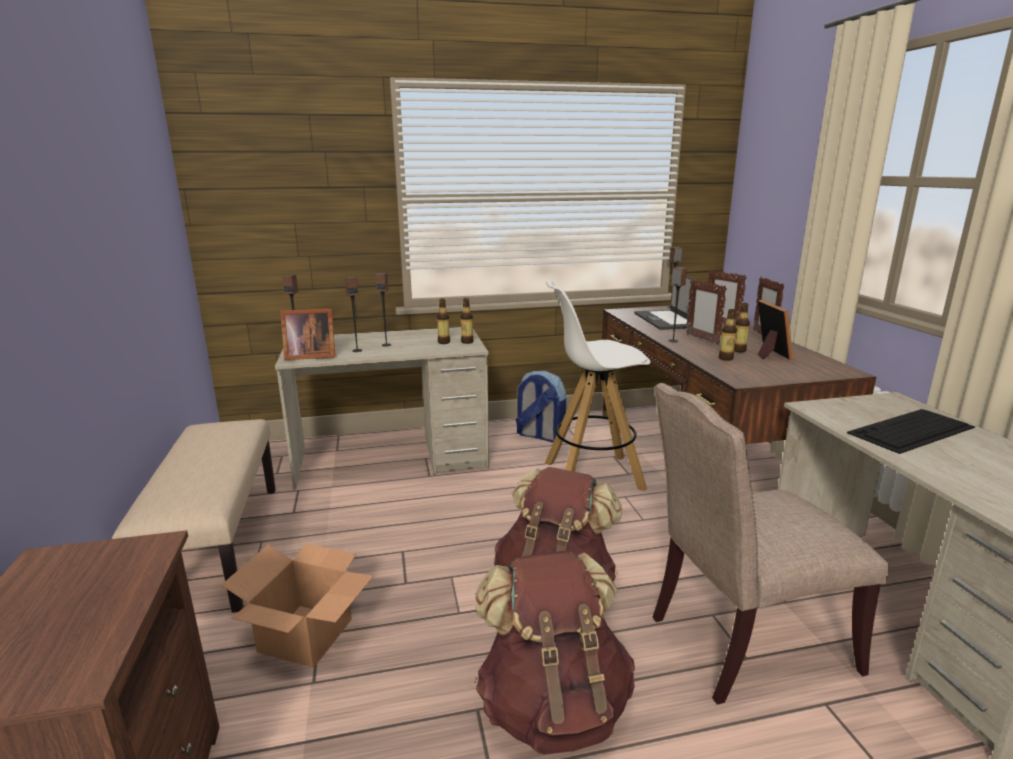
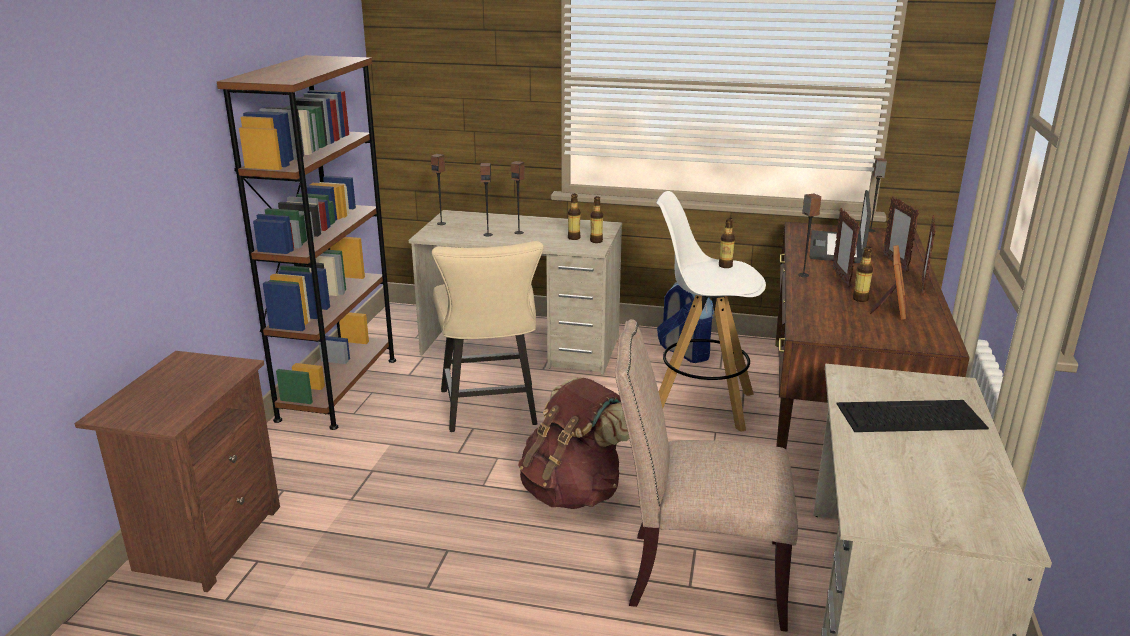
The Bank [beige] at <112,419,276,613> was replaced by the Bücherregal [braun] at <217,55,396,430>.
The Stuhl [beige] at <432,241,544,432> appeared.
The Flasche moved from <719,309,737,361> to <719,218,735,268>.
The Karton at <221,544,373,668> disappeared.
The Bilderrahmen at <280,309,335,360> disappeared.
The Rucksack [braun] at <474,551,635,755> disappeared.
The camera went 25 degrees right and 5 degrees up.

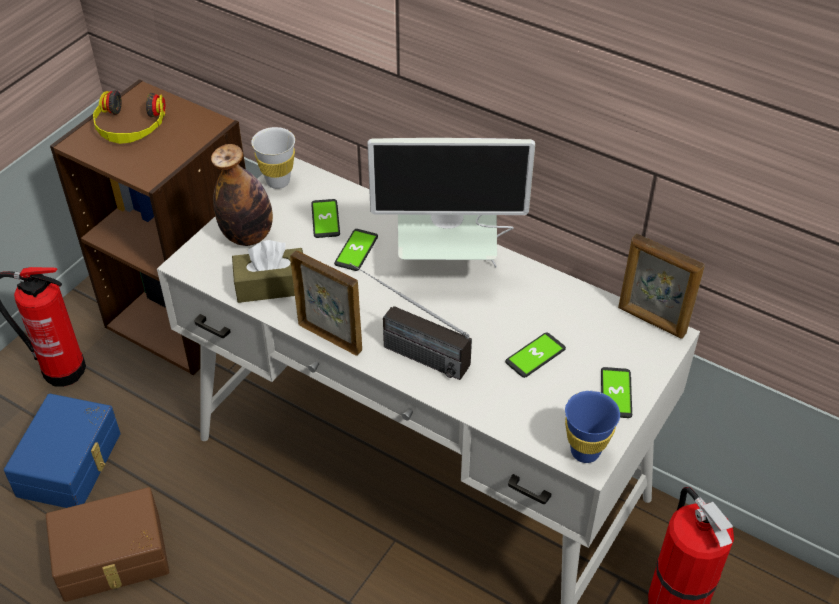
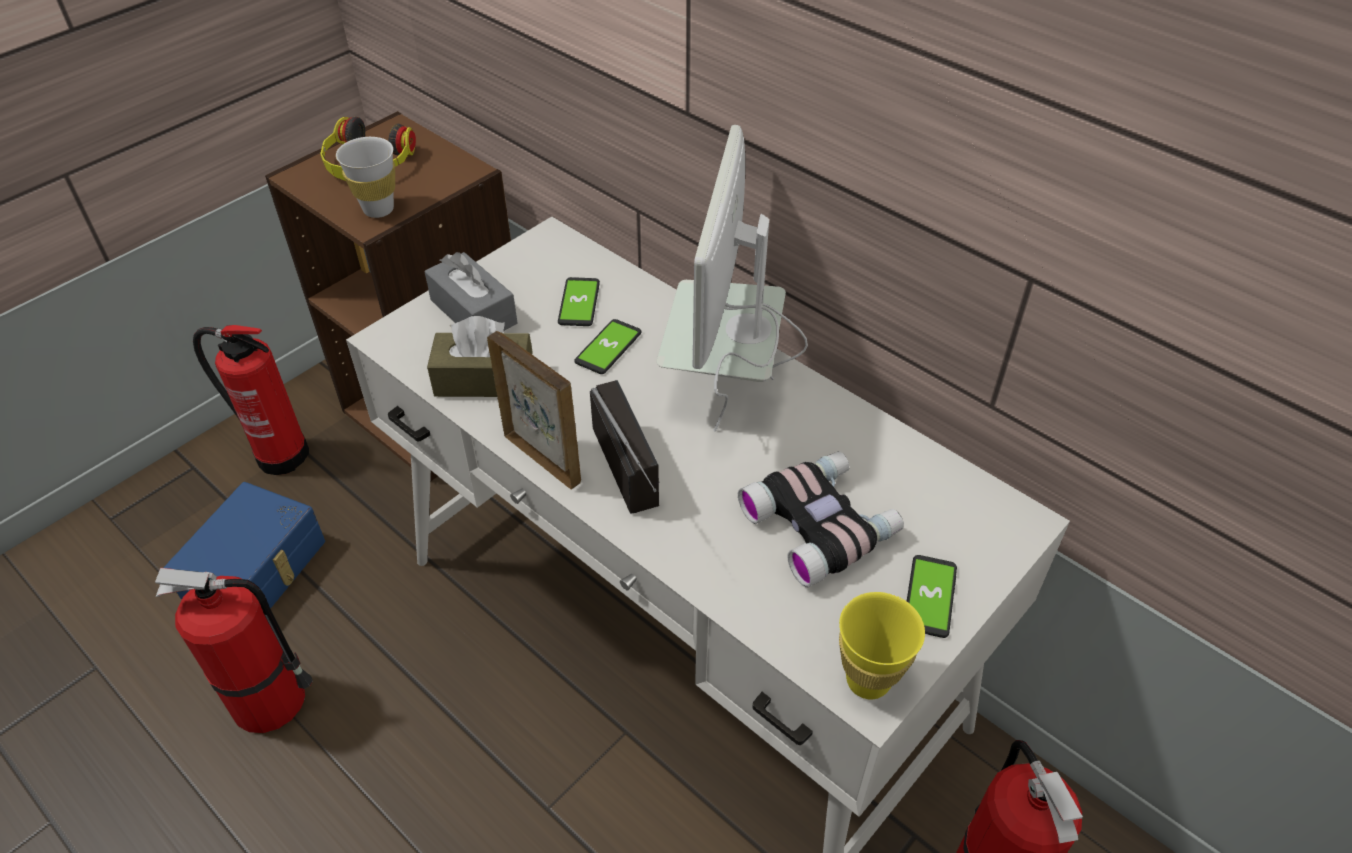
The Aufbewahrungsbox [braun] at <46,487,169,602> was replaced by the Feuerlöscher at <155,568,313,733>.
The Tasse [weiß] moved from <251,127,295,189> to <336,137,395,218>.
The Flasche at <211,144,273,246> was replaced by the Taschentuchbox [grau] at <424,252,517,331>.
The Radio at <350,263,472,380> turned 150 degrees counterclockwise.
The Monitor at <367,138,535,268> turned 90 degrees clockwise.
The Handy at <505,332,566,378> was replaced by the Fernglas at <738,451,904,587>.
The Tasse [blau] at <565,391,620,463> became the Tasse [gelb] at <839,592,925,699>.
The Bilderrahmen at <618,233,705,339> disappeared.
The camera went 10 degrees right and 0 degrees up.

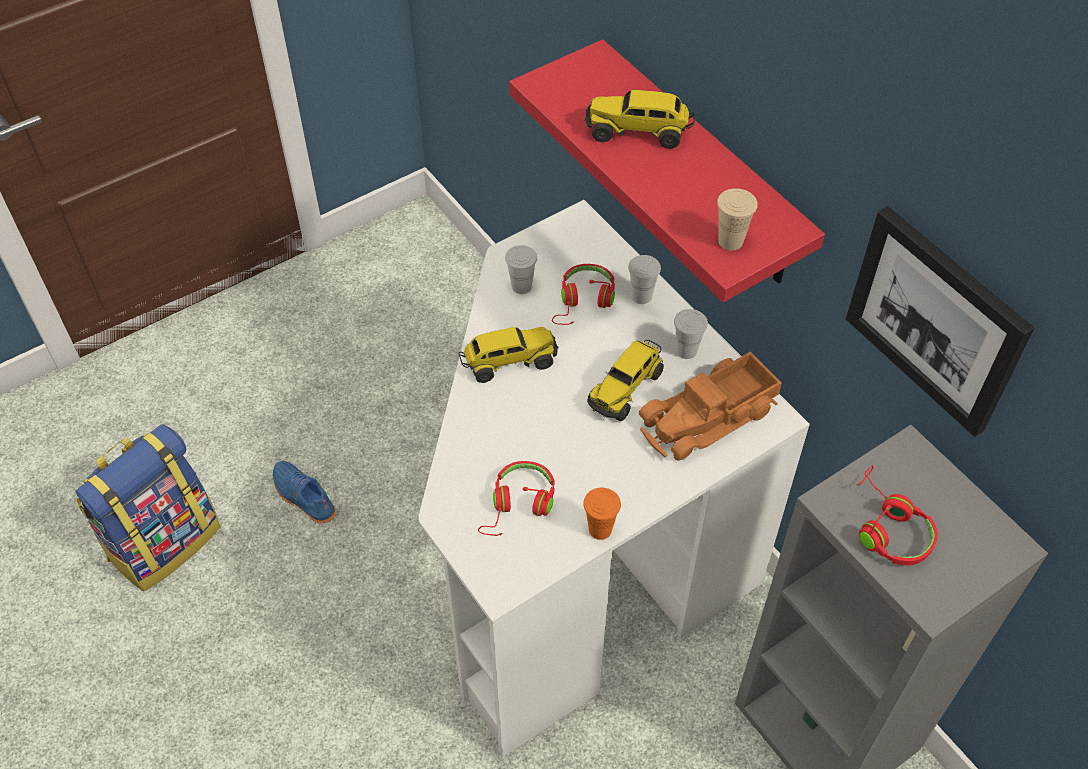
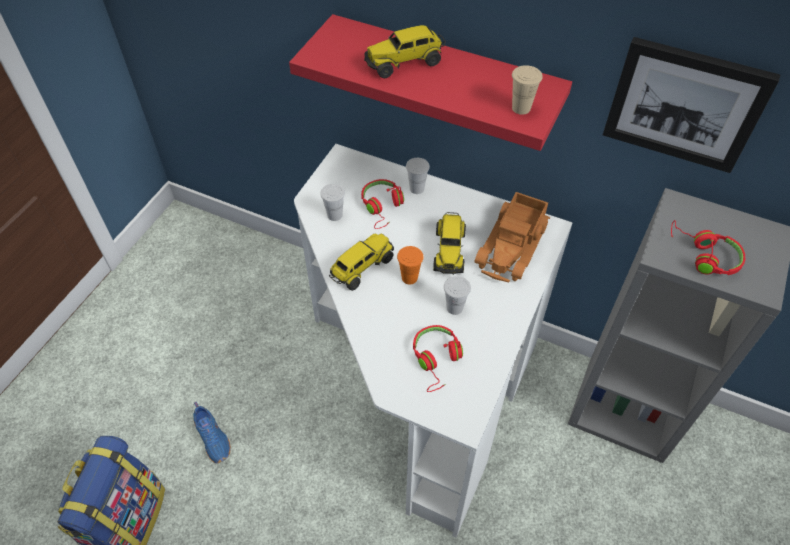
The Schuh [blau] at <273,461,336,523> turned 135 degrees counterclockwise.
The Tasse [orange] moved from <583,488,621,540> to <397,246,424,284>.
The Tasse [weiß] moved from <674,309,708,359> to <444,276,471,315>.
The camera went 30 degrees left and 0 degrees up.

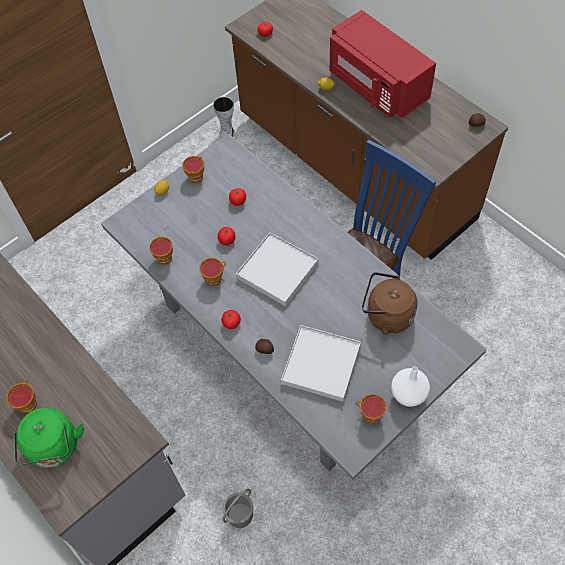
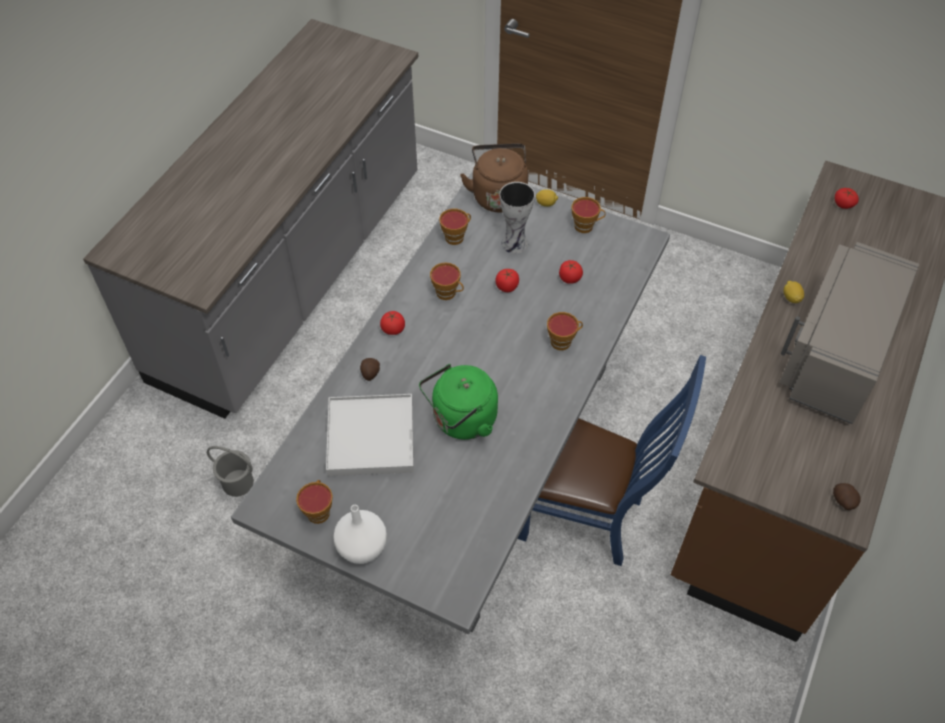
The Wasserkessel [grün] moved from <14,408,84,468> to <419,364,498,440>.
The Wasserkessel [braun] moved from <362,272,417,335> to <460,143,528,213>.
The Vase moved from <213,97,235,137> to <499,182,535,254>.
The Tasse moved from <6,381,37,413> to <547,312,583,350>.
The Mikrowelle [rot] at <330,10,436,119> became the Mikrowelle [grau] at <780,242,919,424>.
The Tablett [weiß] at <236,232,318,306> disappeared.
The camera went 65 degrees right and 5 degrees down.

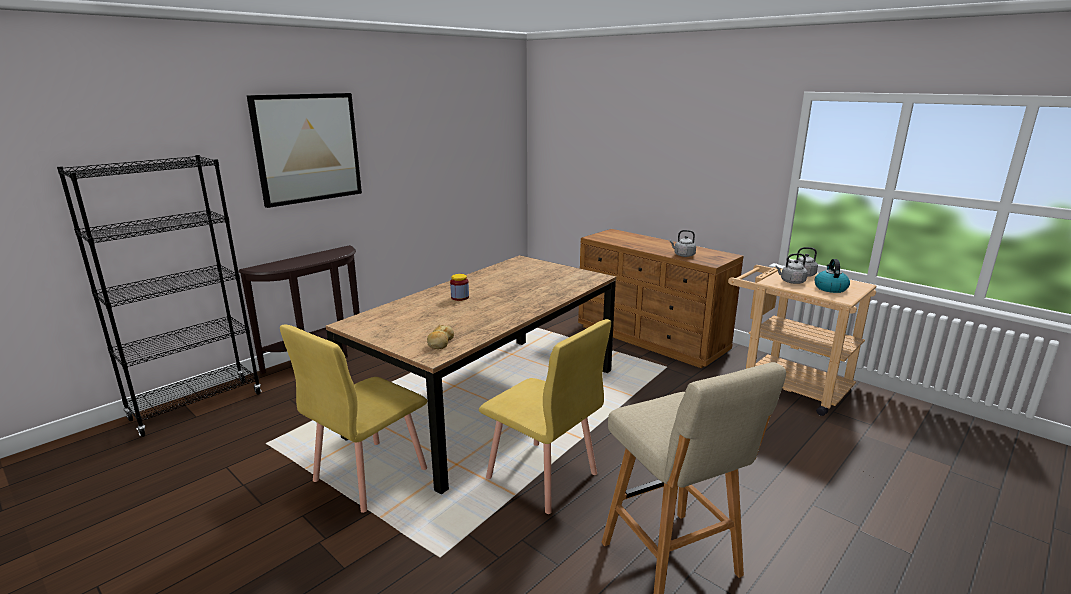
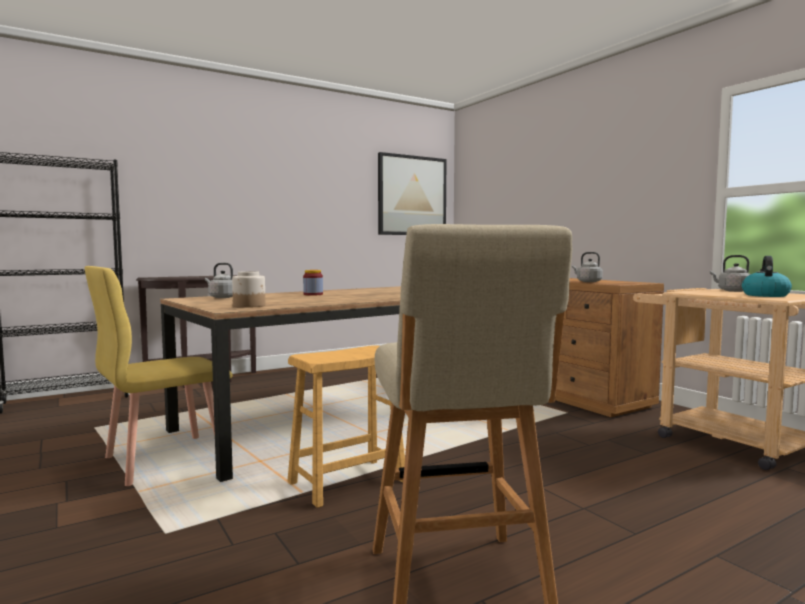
The Wasserkessel [grau] moved from <775,253,808,284> to <205,263,233,298>.
The Brot at <427,325,454,349> was replaced by the Vorratsglas at <232,271,266,308>.
The Stuhl [gelb] at <479,319,611,514> was replaced by the Hocker [braun] at <287,345,405,508>.
The Bild moved from <247,93,362,208> to <378,152,446,235>.
The camera went 15 degrees right and 15 degrees down.

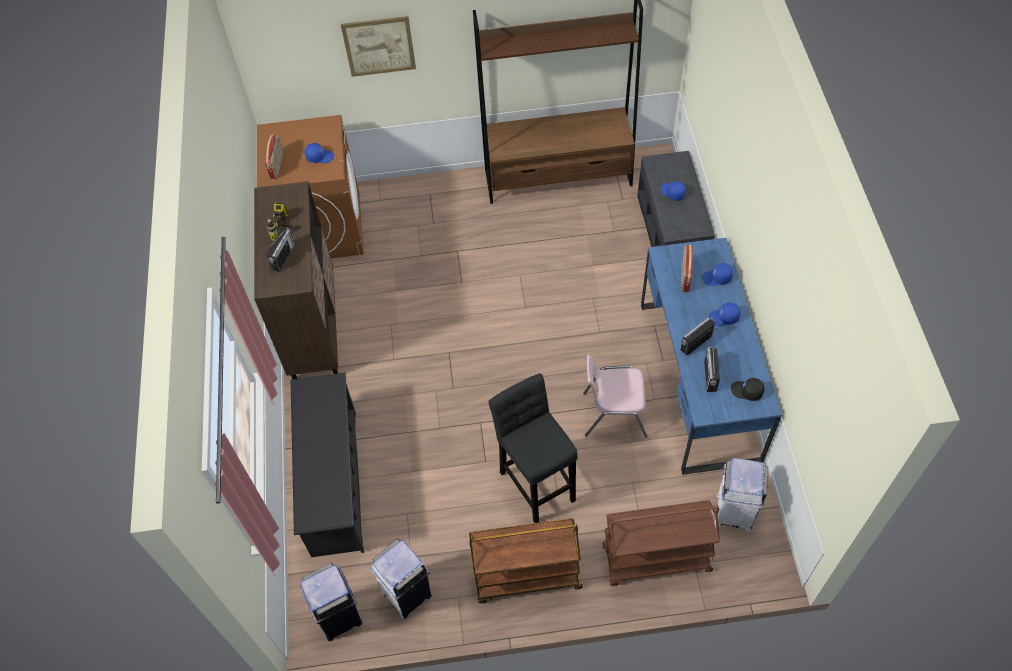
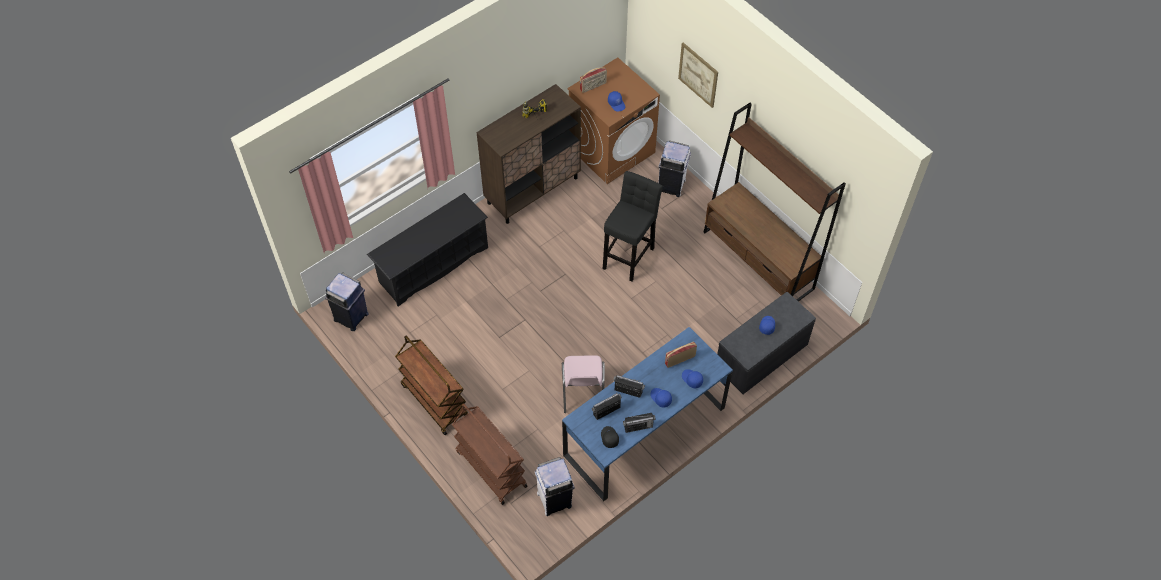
The Stuhl [rosa] at <583,355,648,438> turned 150 degrees counterclockwise.
The Hocker [schwarz] moved from <489,373,577,523> to <603,171,663,282>.
The Radio moved from <266,228,295,272> to <623,413,656,433>.
The Mülleimer [weiß] moved from <371,539,432,619> to <658,141,691,197>.
The camera went 55 degrees right and 0 degrees up.

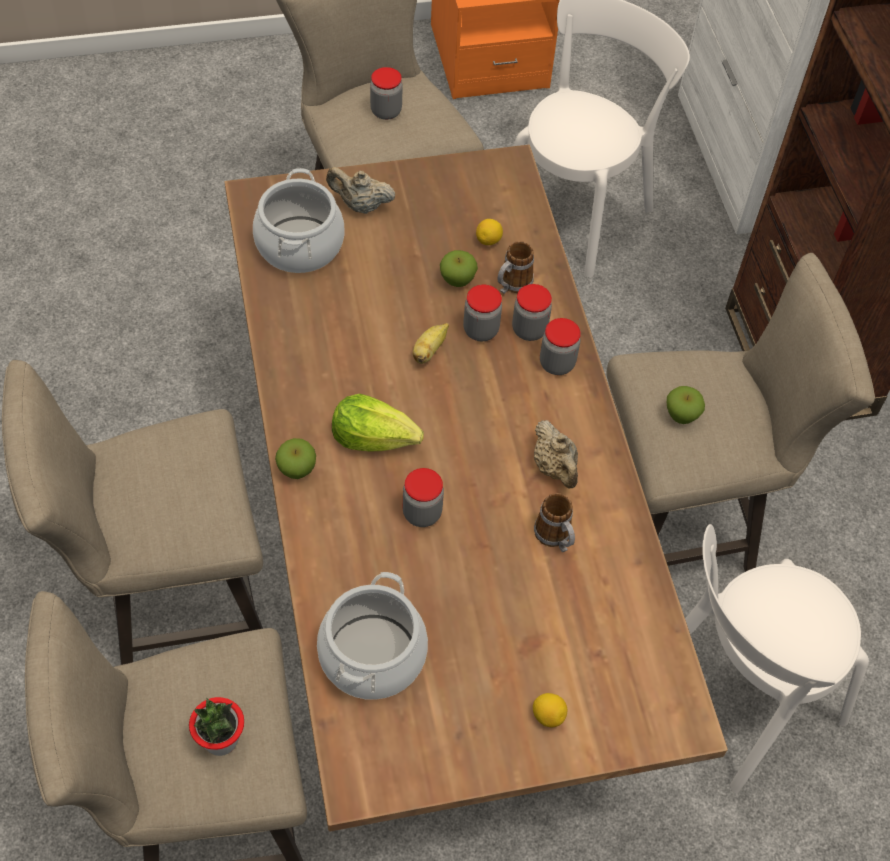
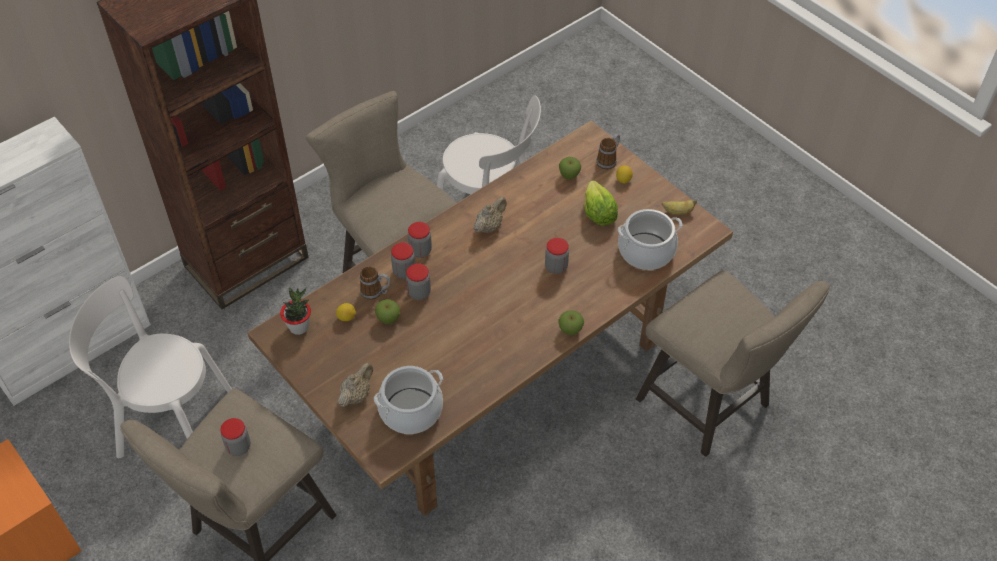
The Topfpflanze moved from <189,697,244,756> to <280,287,311,335>.
The Teekanne [beige] at <326,167,395,214> turned 135 degrees counterclockwise.
The Apfel moved from <667,386,705,424> to <559,157,581,179>.
The Salatkopf moved from <332,394,424,452> to <584,180,618,226>.
The Henkelbecher moved from <534,493,575,552> to <596,134,620,170>.
The Banane moved from <413,323,449,364> to <662,200,697,215>.
The Hocker [beige] at <2,360,263,665> disappeared.
The camera went 115 degrees left and 5 degrees down.

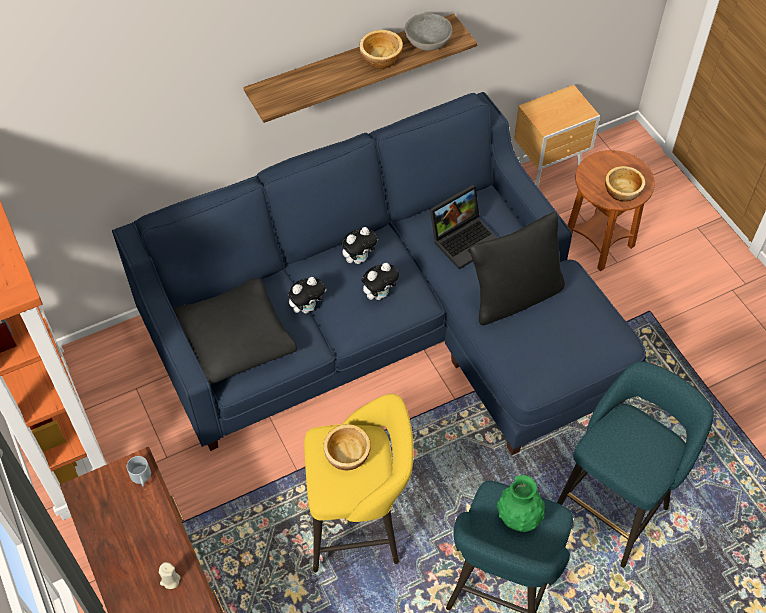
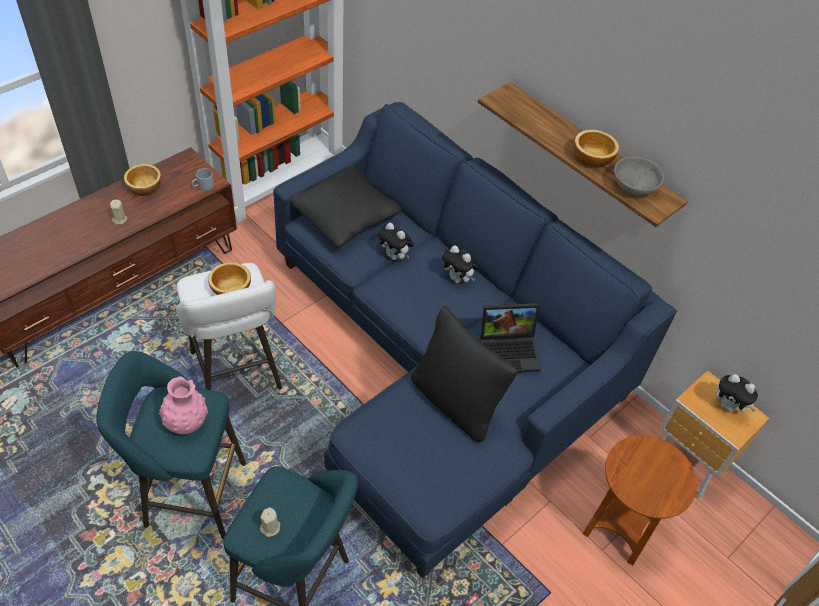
The Schüssel moved from <605,166,645,202> to <124,164,161,196>.
The Vase [grün] at <497,474,545,532> became the Vase [rosa] at <159,376,208,434>.
The Hocker [gelb] at <304,394,413,572> became the Hocker [weiß] at <176,263,282,390>.
The Kerze [beige] at <260,507,280,537> appeared.
The Laptop at <430,185,498,269> turned 45 degrees counterclockwise.
The Plüschtier moved from <361,263,399,300> to <715,374,758,412>.
The camera went 70 degrees right and 5 degrees down.

